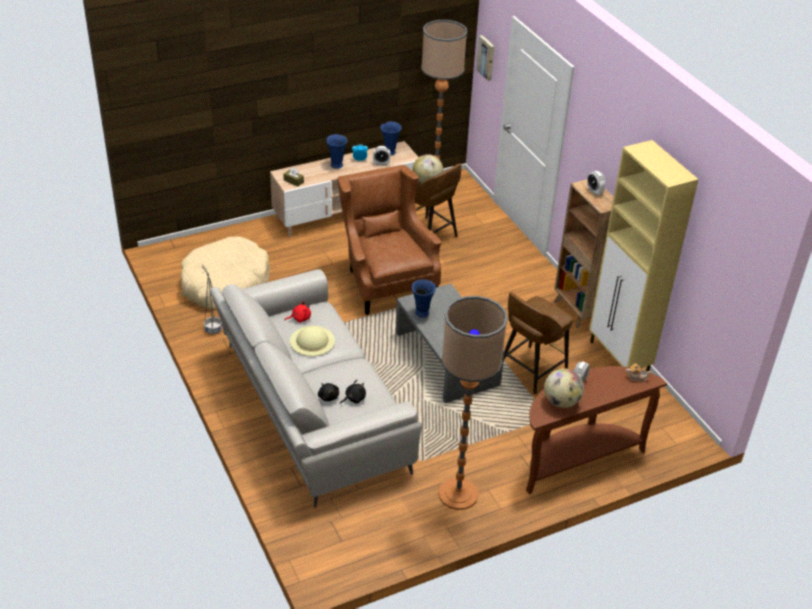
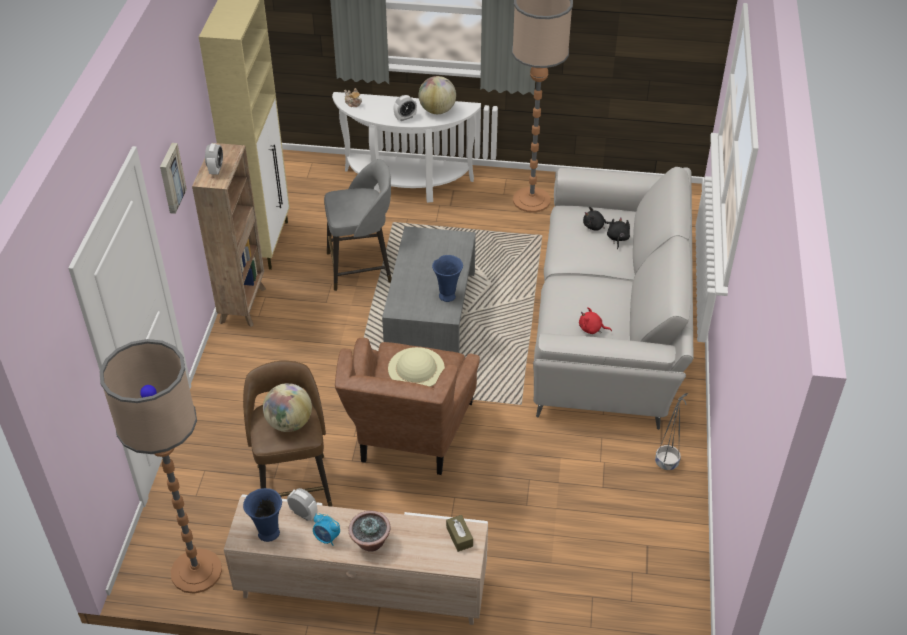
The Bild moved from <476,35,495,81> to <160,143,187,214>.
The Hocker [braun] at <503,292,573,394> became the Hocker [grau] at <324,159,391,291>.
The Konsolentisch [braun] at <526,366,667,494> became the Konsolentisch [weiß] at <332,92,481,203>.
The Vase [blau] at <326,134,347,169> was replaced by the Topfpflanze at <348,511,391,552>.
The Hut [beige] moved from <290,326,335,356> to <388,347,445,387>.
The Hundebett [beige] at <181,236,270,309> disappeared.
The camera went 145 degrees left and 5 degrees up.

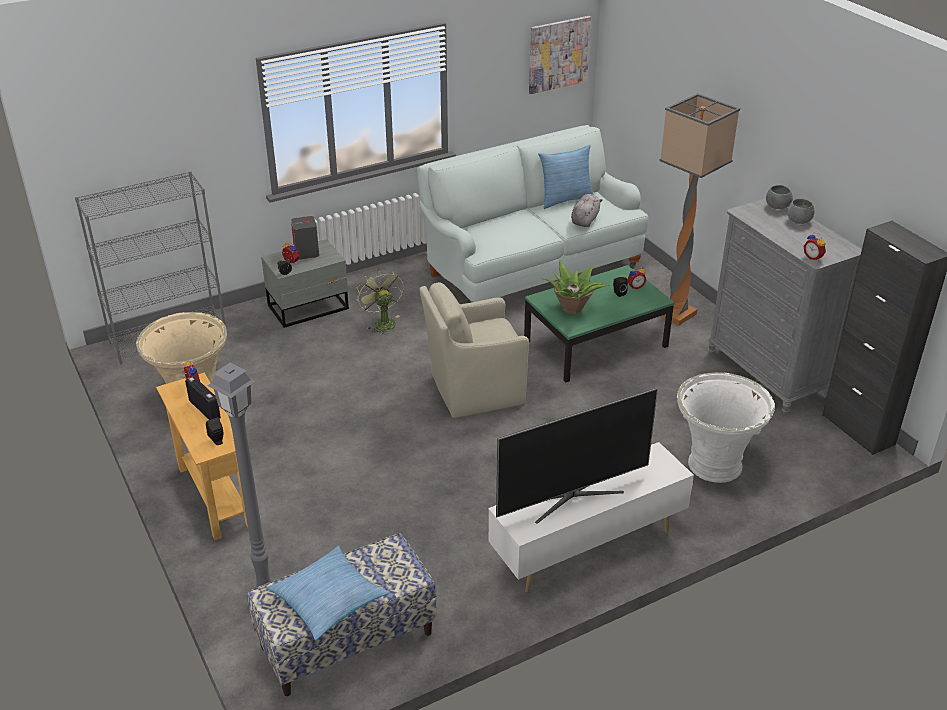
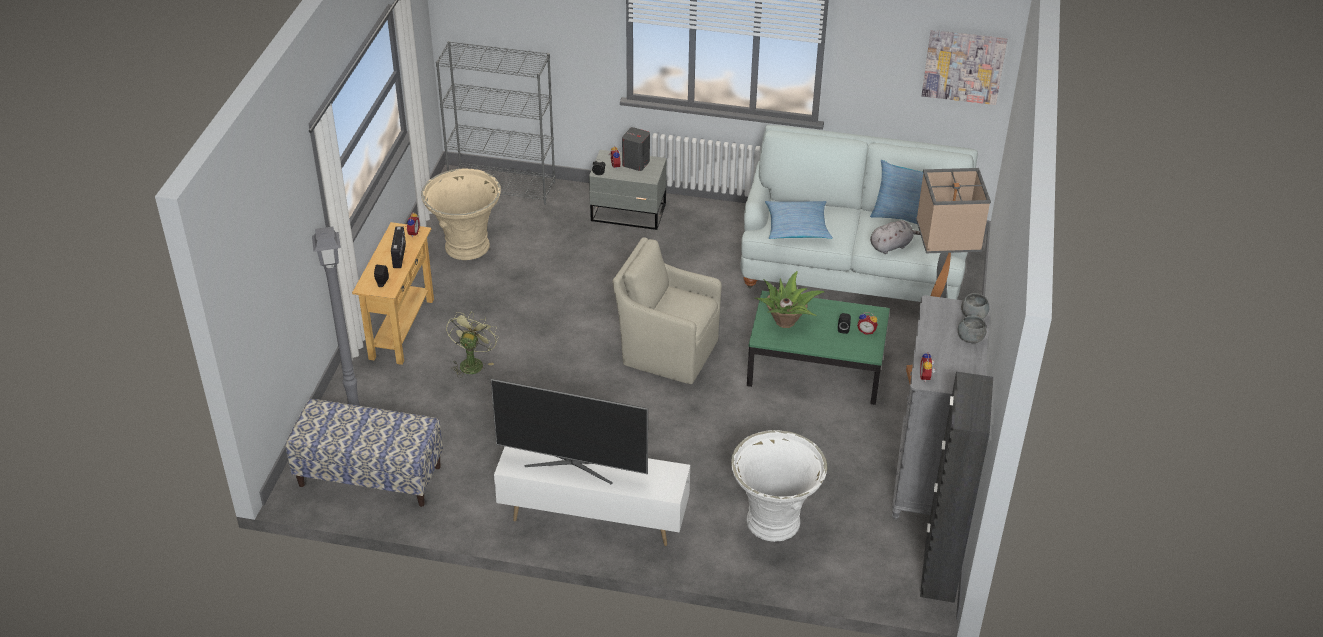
The Ventilator [grün] moved from <357,270,404,335> to <446,312,499,378>.
The Kissen moved from <266,545,389,640> to <765,201,833,239>.
The camera went 40 degrees right and 5 degrees up.

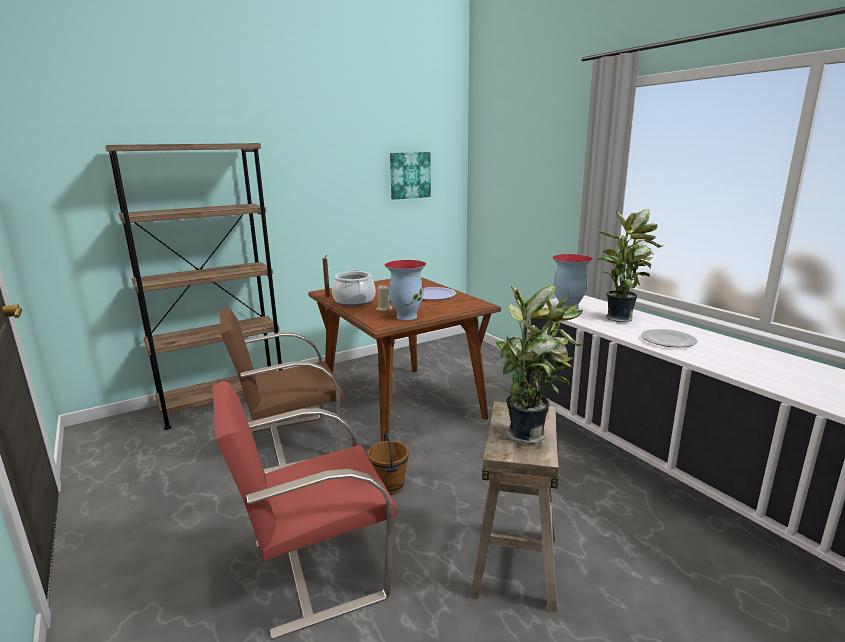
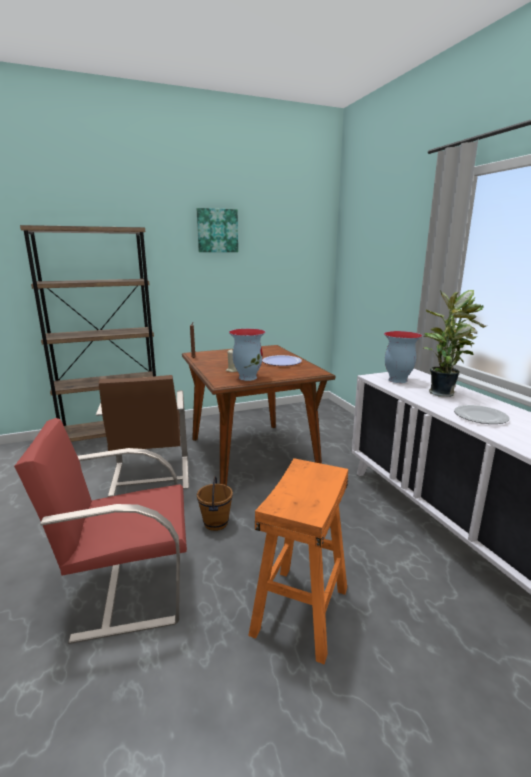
The Stuhl [braun] at <219,308,344,473> turned 90 degrees counterclockwise.
The Bild moved from <390,152,431,200> to <197,208,238,252>.
The Hocker [beige] at <470,401,559,612> became the Hocker [orange] at <248,458,348,665>.
The Kochtopf at <332,269,376,306> disappeared.
The Topfpflanze at <495,282,584,444> disappeared.
The camera went 10 degrees right and 0 degrees up.

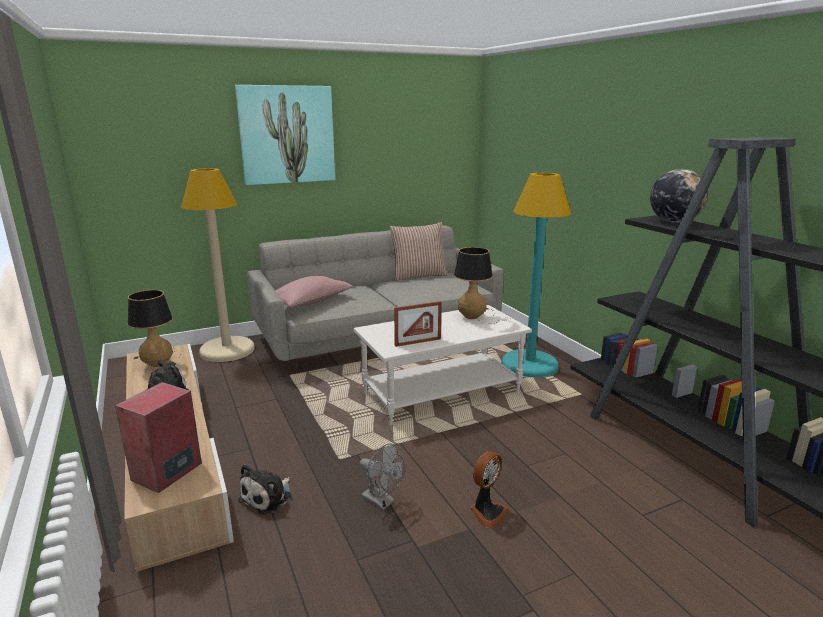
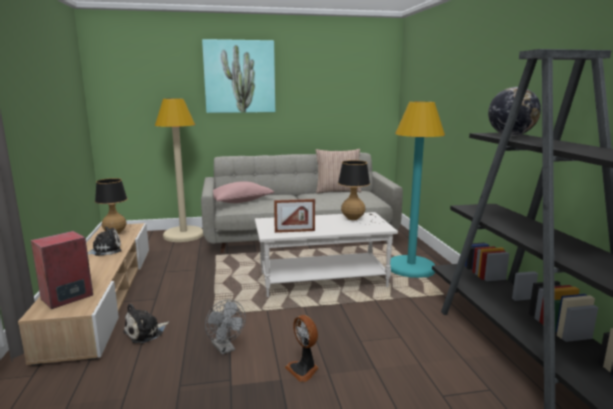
The Ventilator at <470,451,509,528> turned 90 degrees clockwise.
The camera went 15 degrees right and 5 degrees down.

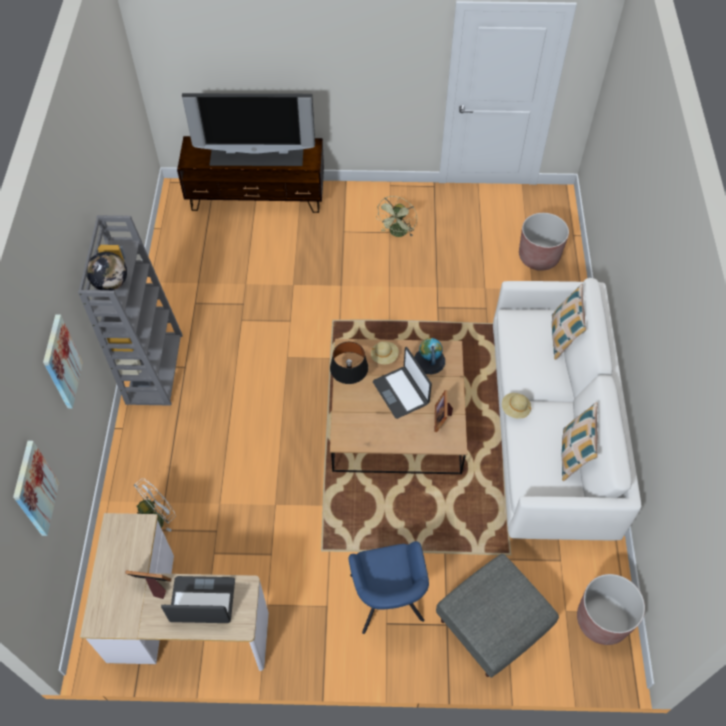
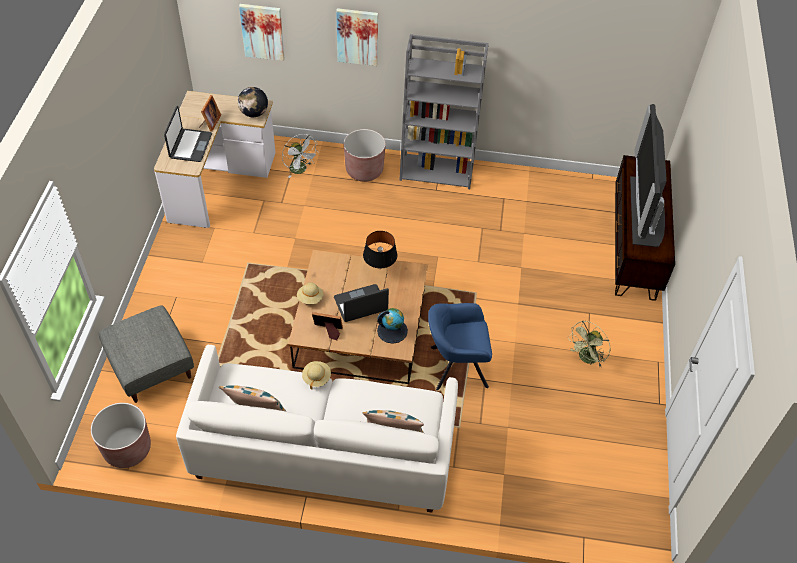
The Globus moved from <87,252,127,290> to <238,87,268,117>.
The Hut [beige] moved from <371,341,399,364> to <297,283,324,304>.
The Pflanzkübel [braun] moved from <519,213,569,271> to <343,129,386,182>.
The Sessel [blau] moved from <348,541,429,634> to <428,303,492,390>.
The Ventilator [grün] at <377,196,417,237> turned 75 degrees counterclockwise.
The camera went 95 degrees right and 5 degrees down.

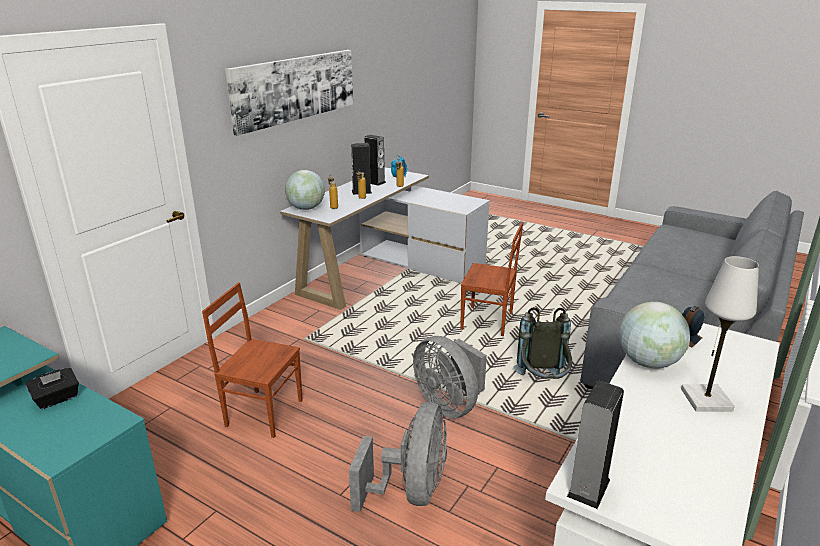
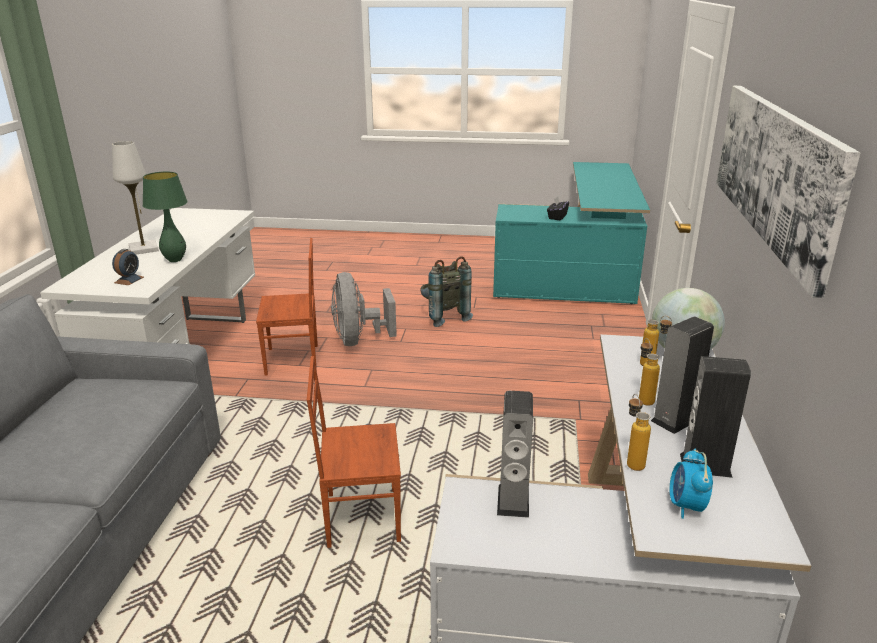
The Globus at <619,302,690,368> was replaced by the Tischlampe [grün] at <143,172,187,262>.
The Stuhl [braun] moved from <202,282,303,438> to <256,238,318,376>.
The Rucksack [grau] moved from <513,307,572,379> to <420,256,473,327>.
The Lautsprecher moved from <567,381,624,509> to <497,391,533,518>.
The Ventilator [grau] at <413,336,487,418> disappeared.
The camera went 155 degrees right and 0 degrees up.

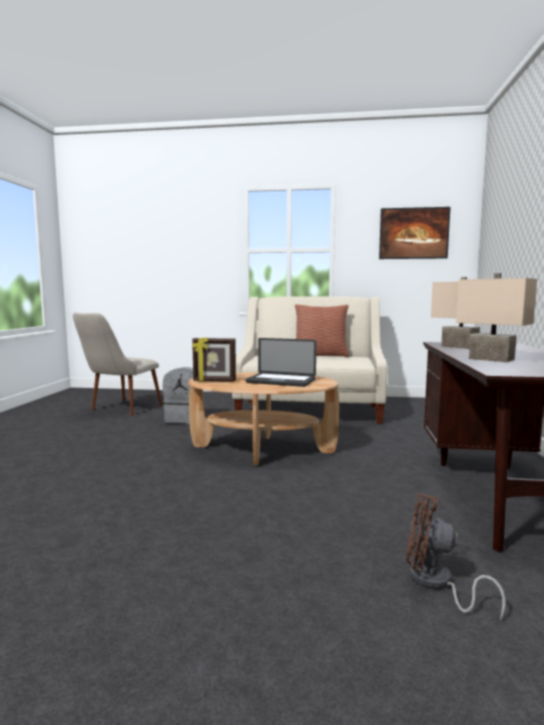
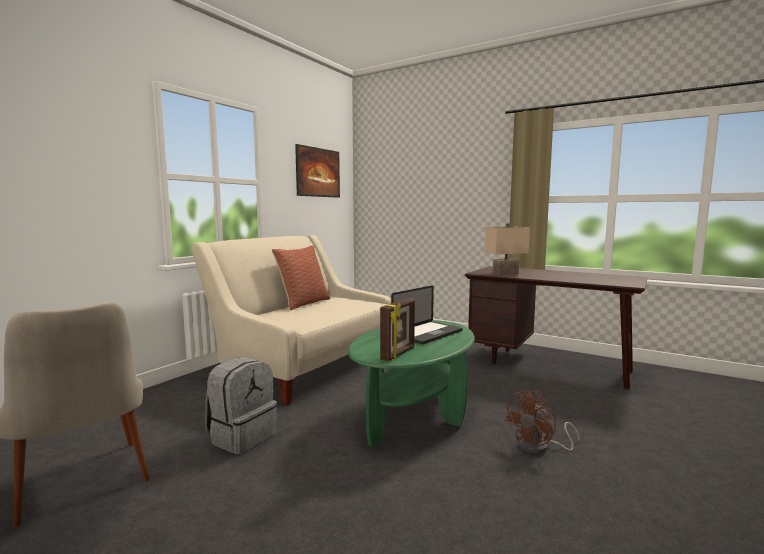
The Couchtisch [braun] at <188,372,339,466> became the Couchtisch [grün] at <348,320,475,448>.
The Ventilator [braun] moved from <406,494,506,620> to <505,391,580,454>.
The Tischlampe [beige] at <456,273,537,362> disappeared.
The camera went 65 degrees left and 0 degrees up.

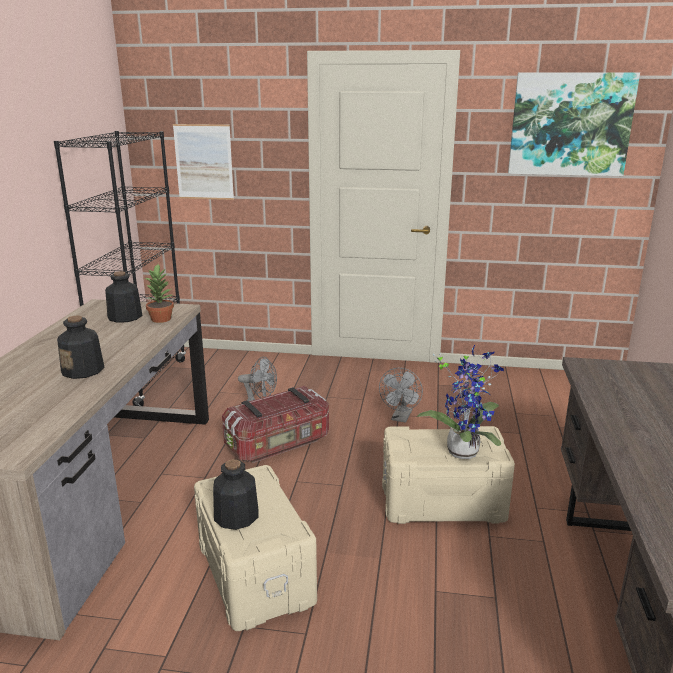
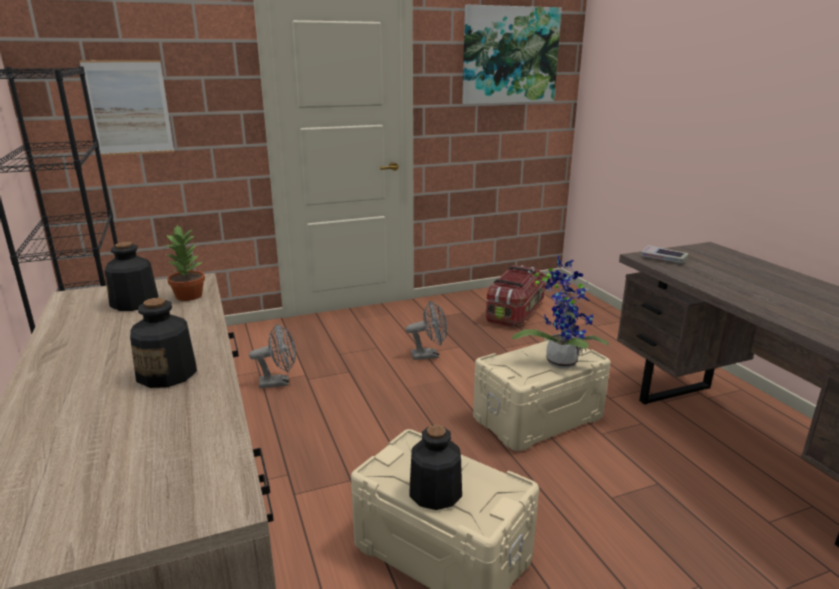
The Ventilator [grau] at <379,368,423,423> turned 90 degrees counterclockwise.
The Aufbewahrungsbox moved from <222,386,329,463> to <486,265,547,327>.
The Buch at <641,245,689,263> appeared.
The camera went 30 degrees left and 0 degrees up.

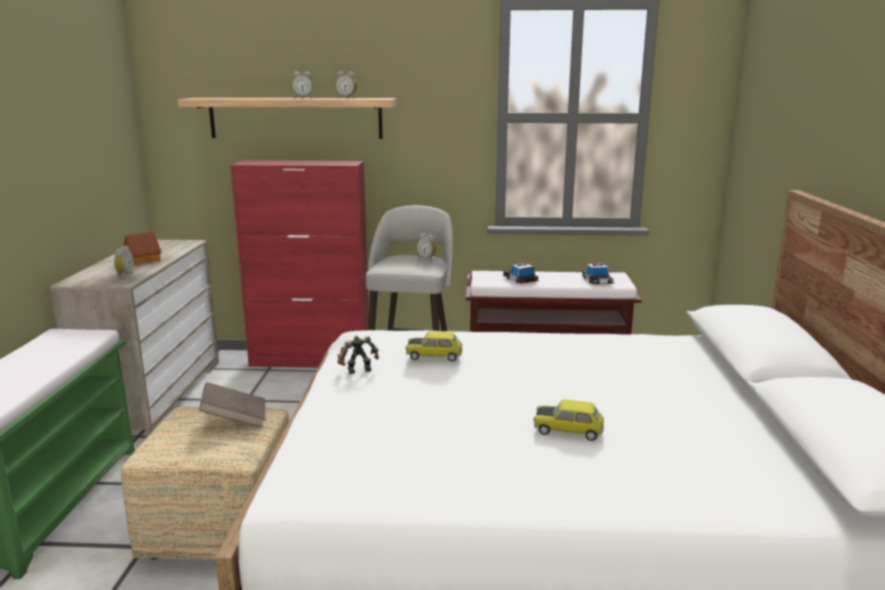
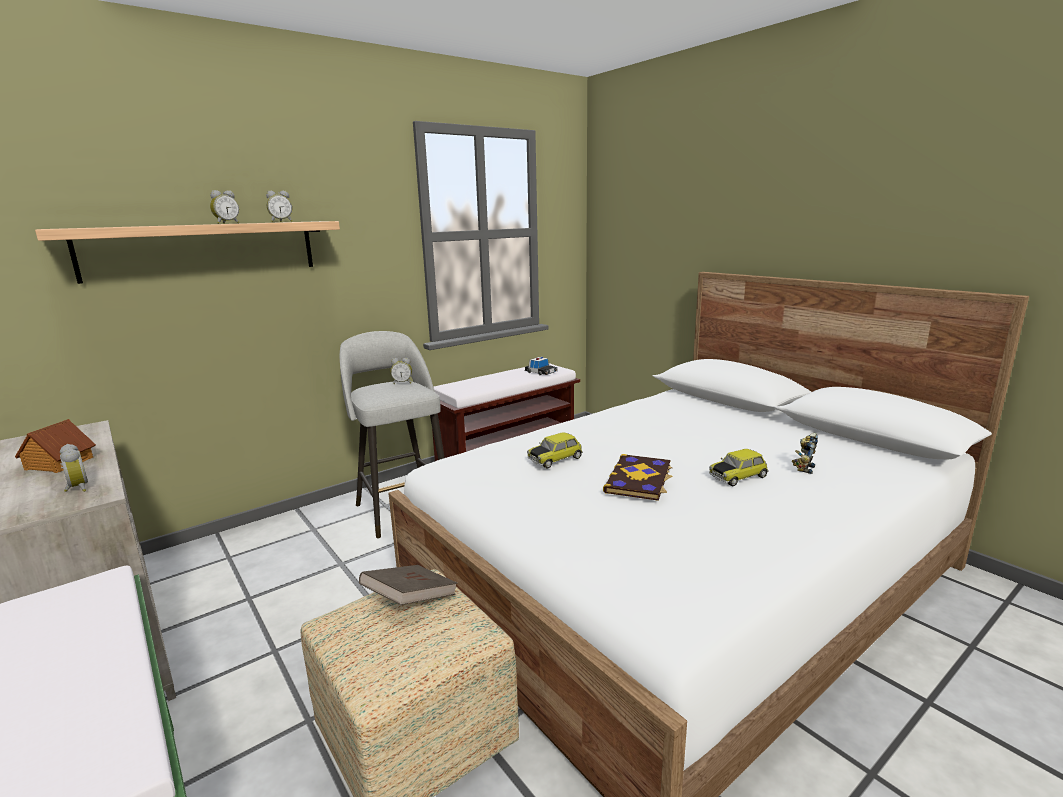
The Buch at <603,454,672,501> appeared.
The Spielzeugroboter moved from <337,335,379,374> to <792,433,818,474>.
The Schrank [rot] at <230,160,369,368> disappeared.
The Spielzeugauto at <503,263,539,284> disappeared.
The camera went 40 degrees left and 0 degrees up.

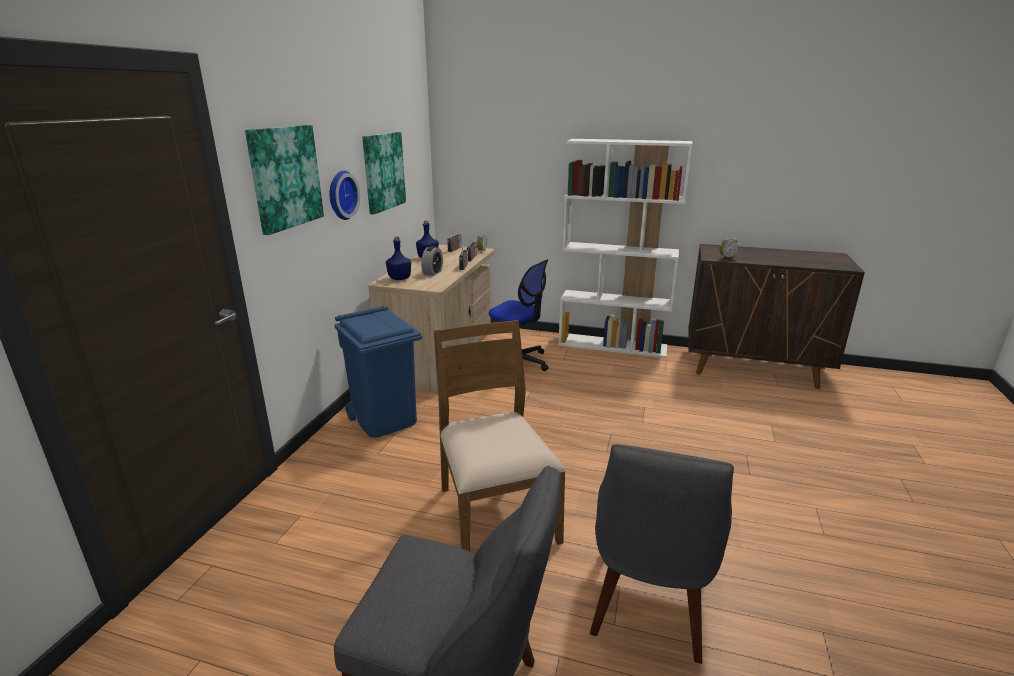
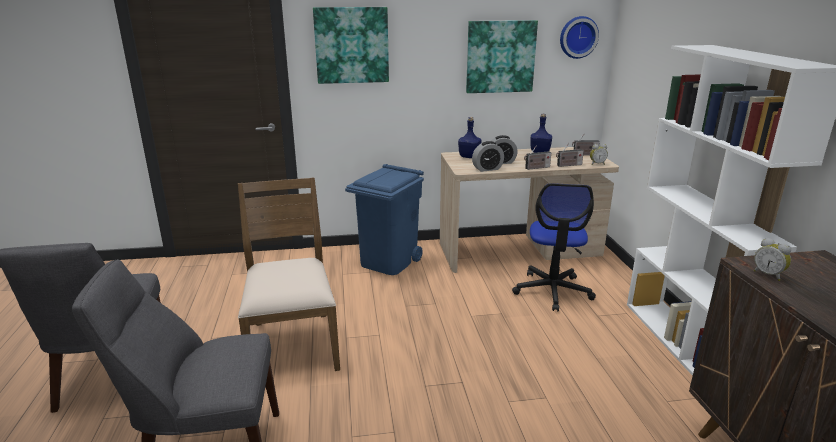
The Stuhl [braun] at <434,320,566,552> turned 60 degrees counterclockwise.
The Wecker at <472,141,504,172> appeared.
The Wanduhr moved from <329,171,360,220> to <560,16,599,59>.
The camera went 65 degrees right and 0 degrees up.

